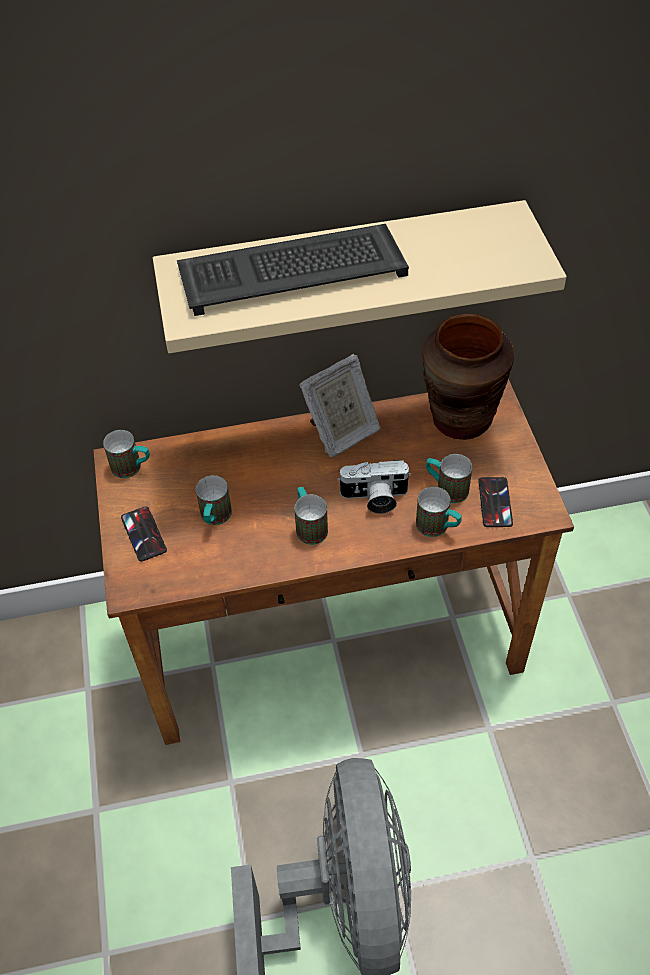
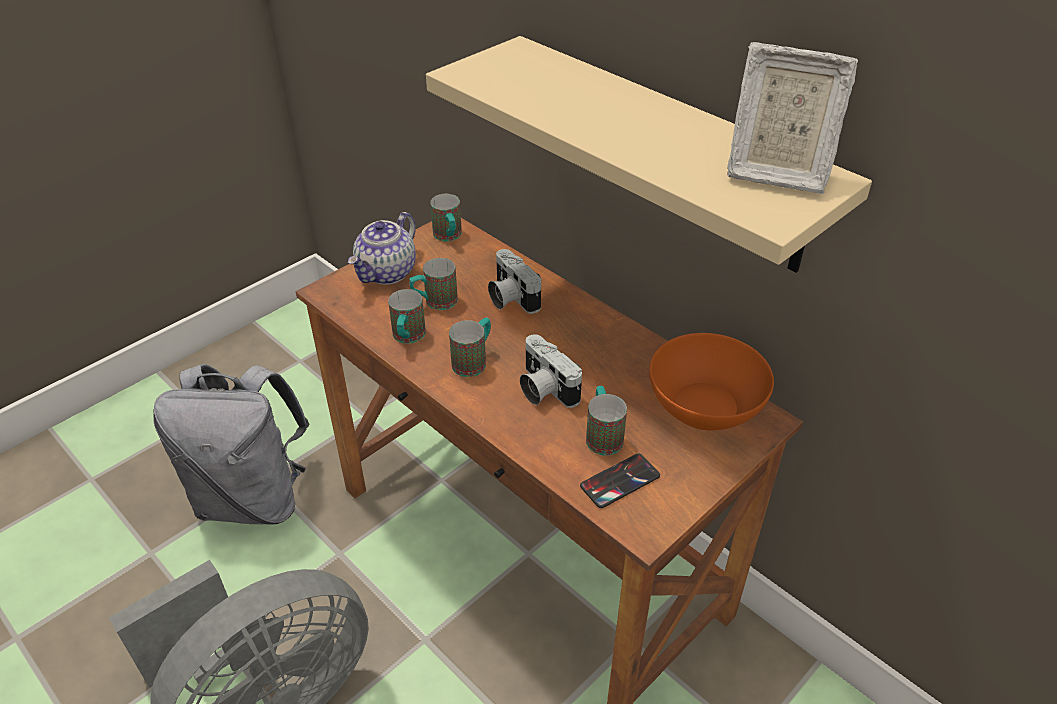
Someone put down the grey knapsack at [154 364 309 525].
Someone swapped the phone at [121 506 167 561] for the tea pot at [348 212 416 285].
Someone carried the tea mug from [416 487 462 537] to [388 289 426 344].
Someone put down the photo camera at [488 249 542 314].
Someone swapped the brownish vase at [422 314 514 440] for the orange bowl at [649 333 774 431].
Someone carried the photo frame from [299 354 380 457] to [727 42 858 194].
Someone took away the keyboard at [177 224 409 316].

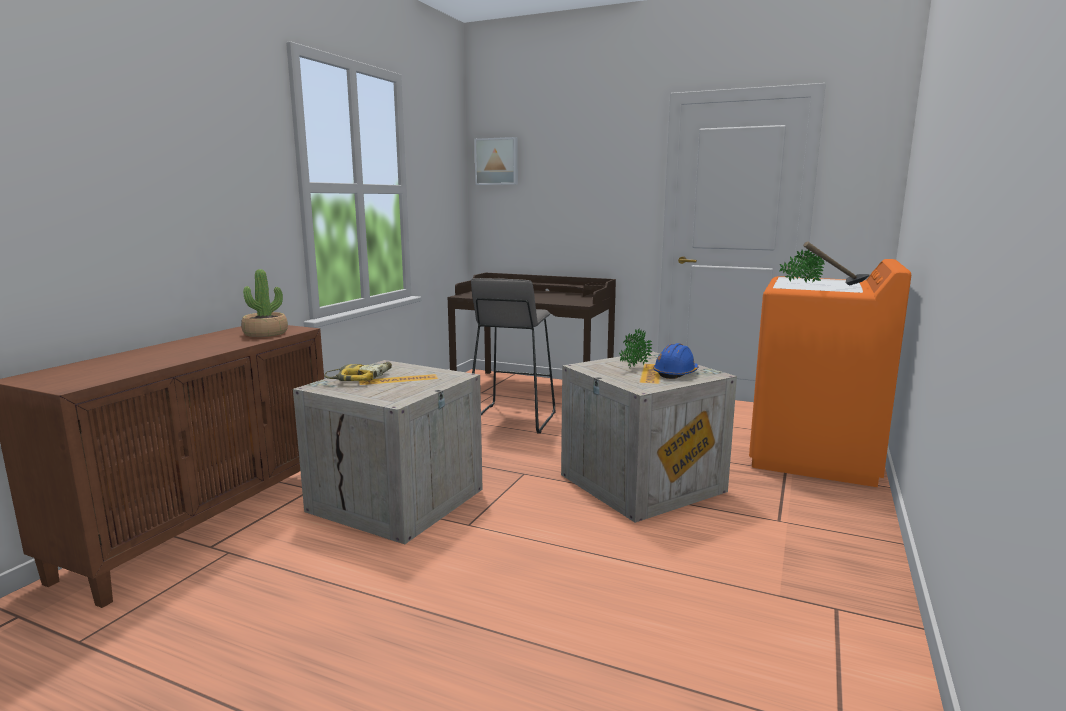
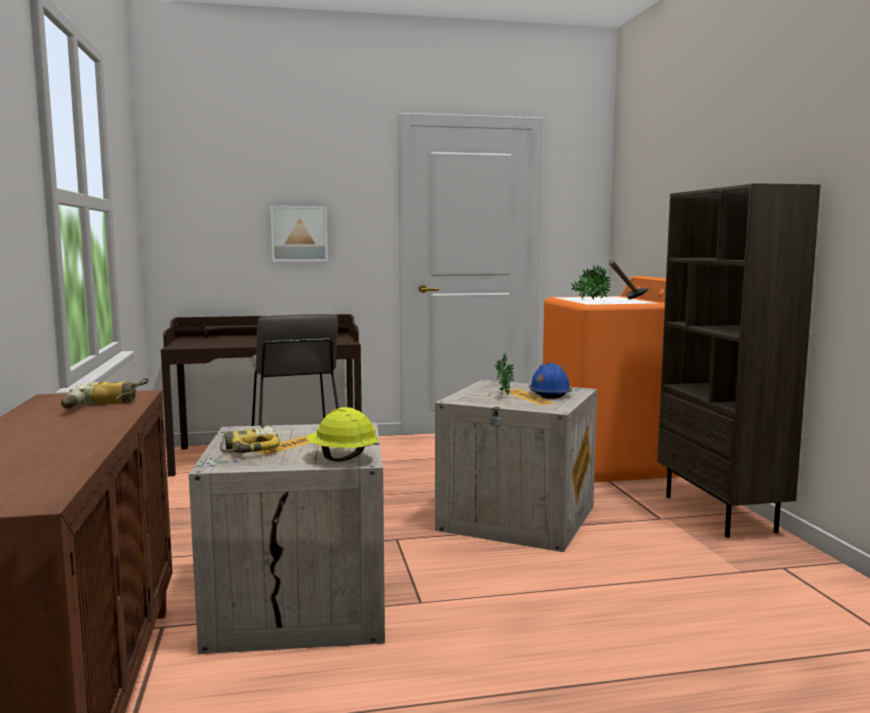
Someone swapped the potted plant at [241 269 288 337] for the drill at [61 378 148 409].
Someone carried the picture from [474 137 518 185] to [270 206 328 262].
Someone put down the yellow-coloured hard hat at [307 407 378 461].
Someone put down the brownish bookcase at [657 183 820 537].

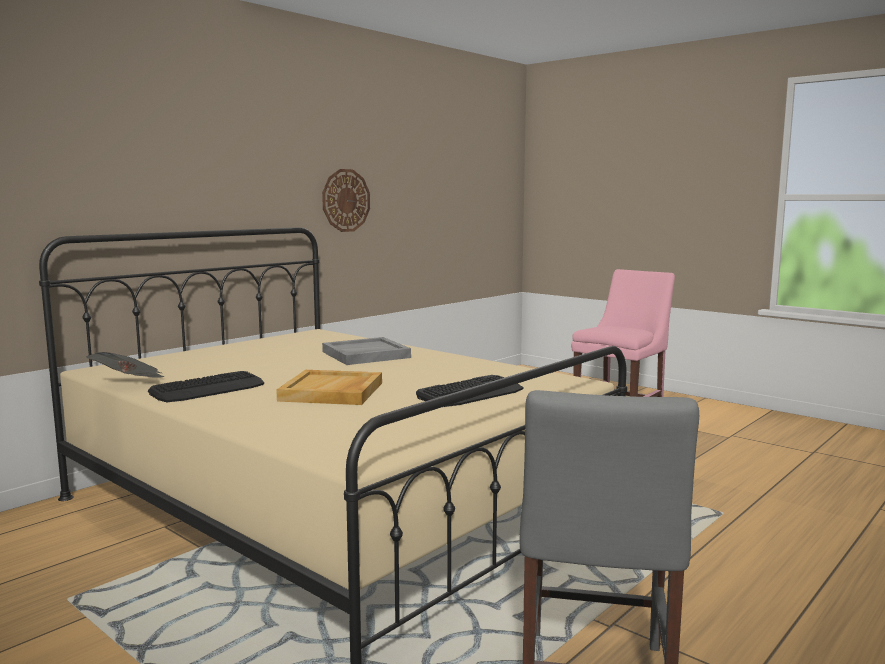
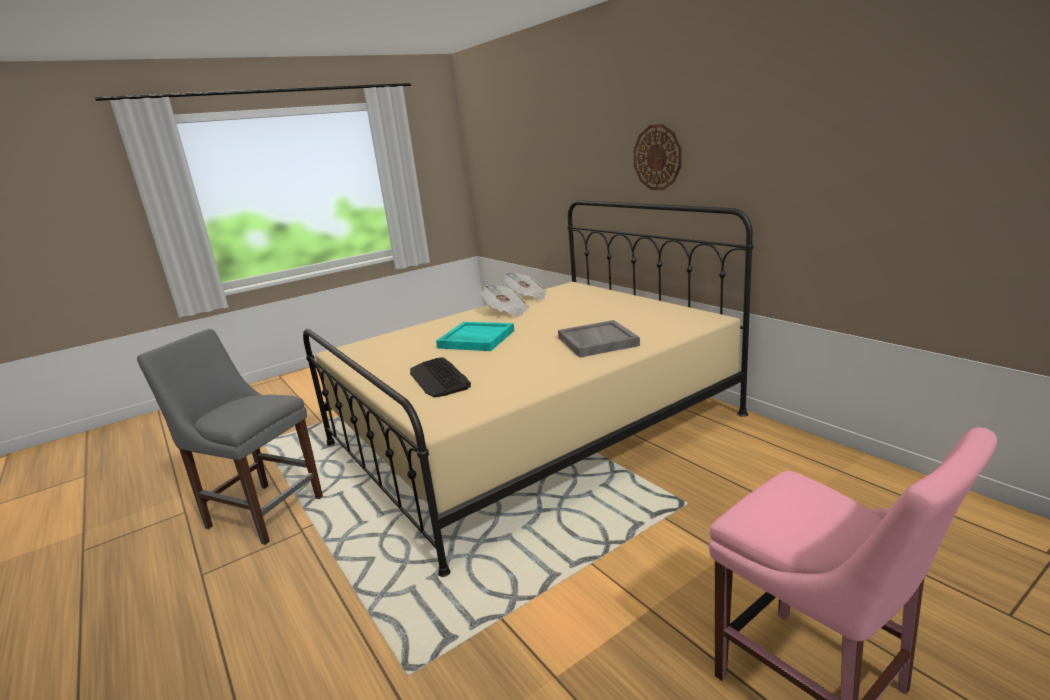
Someone repainted the beige serving tray at [276 370 382 405], which became the turquoise-coloured serving tray at [436 322 514 351].
Someone swapped the keyboard at [148 371 264 402] for the printed paper at [481 284 529 317].
Someone carried the clock on the wall from [322 169 370 232] to [634 124 681 190].

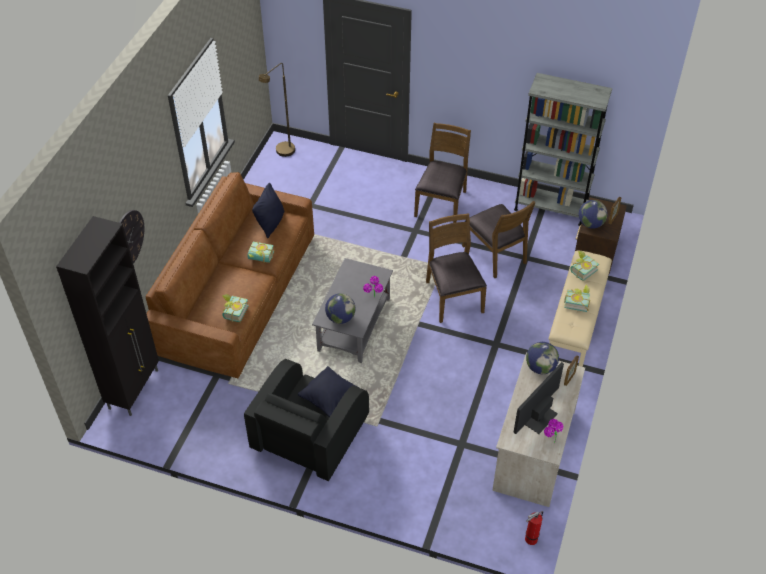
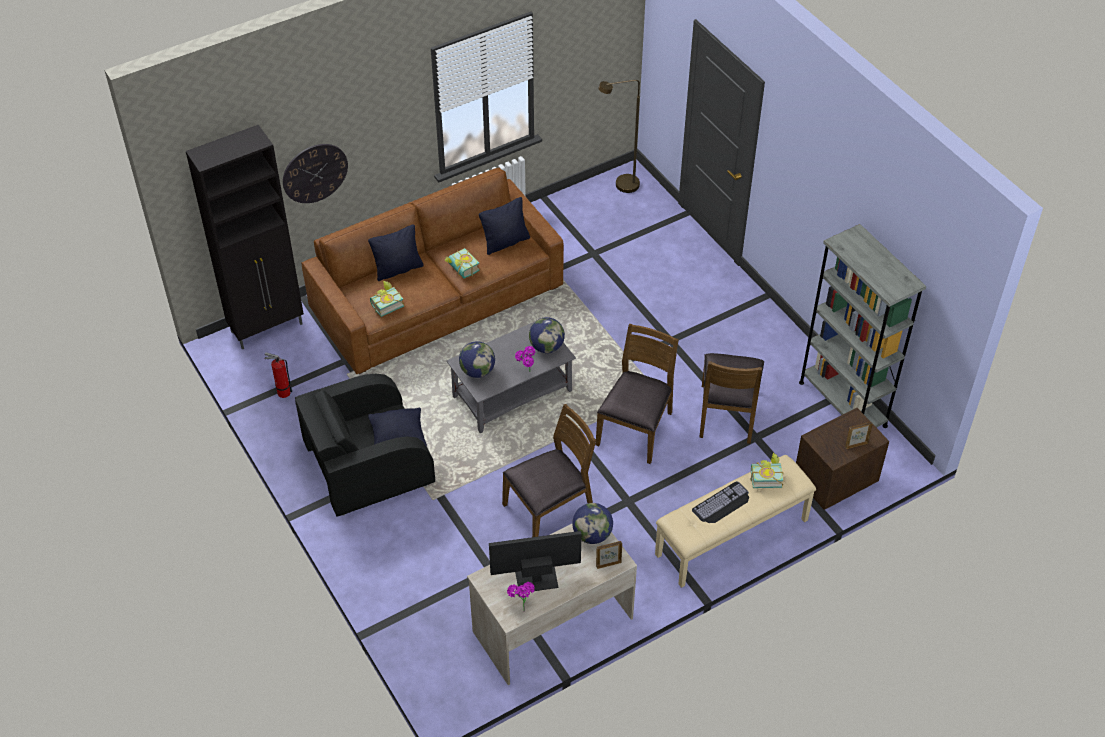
Someone carried the extinguisher from [525 511 543 545] to [264 352 293 398].
Someone put down the black throw pillow at [368 225 424 281].
Someone carried the brownish plain chair from [414 123 471 223] to [502 404 596 537].
Someone carried the world globe from [579 200 608 229] to [529 317 565 353].
Someone swapped the bound book at [564 285 590 312] for the keyboard at [692 481 749 523].

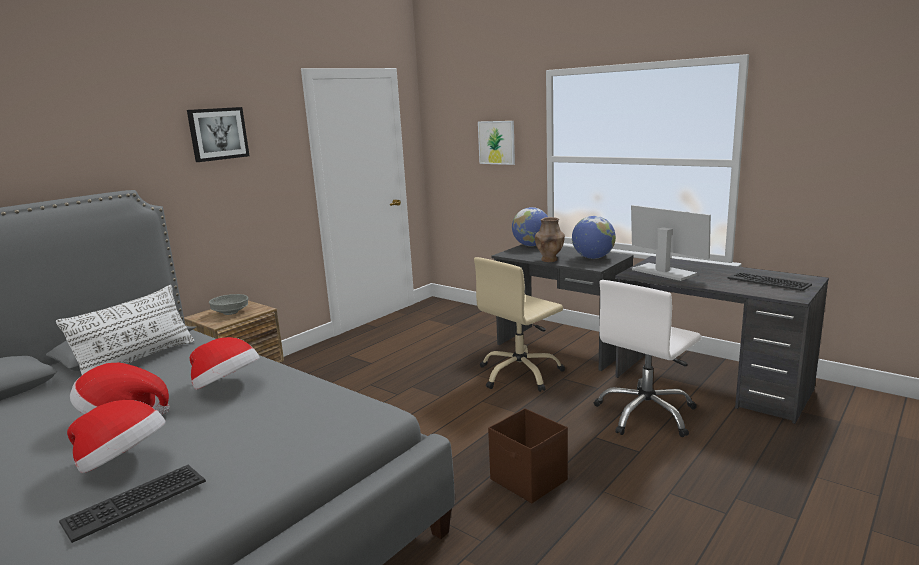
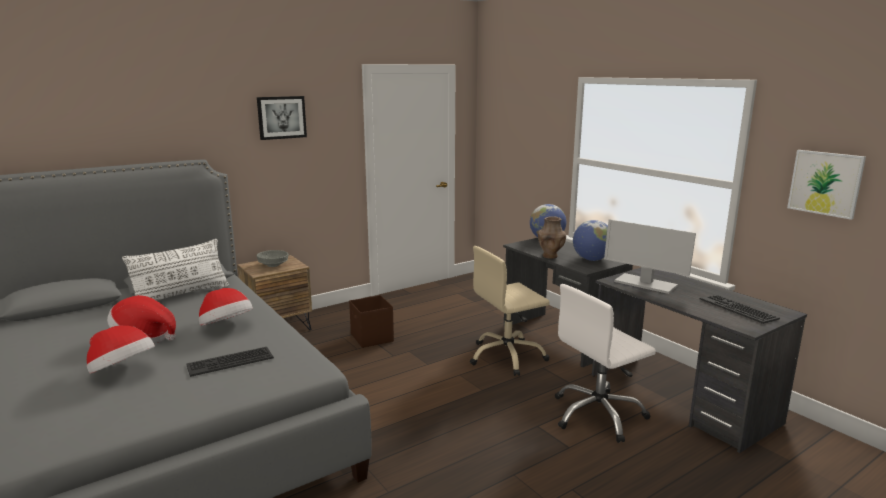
Someone carried the keyboard from [59 465 206 543] to [186 347 274 377].
Someone carried the brownish storage container from [488 408 568 503] to [349 295 394 348].
Someone rotated the computer screen at [631 205 711 281] by 150 degrees clockwise.
Someone carried the picture from [478 121 515 165] to [787 150 866 220].

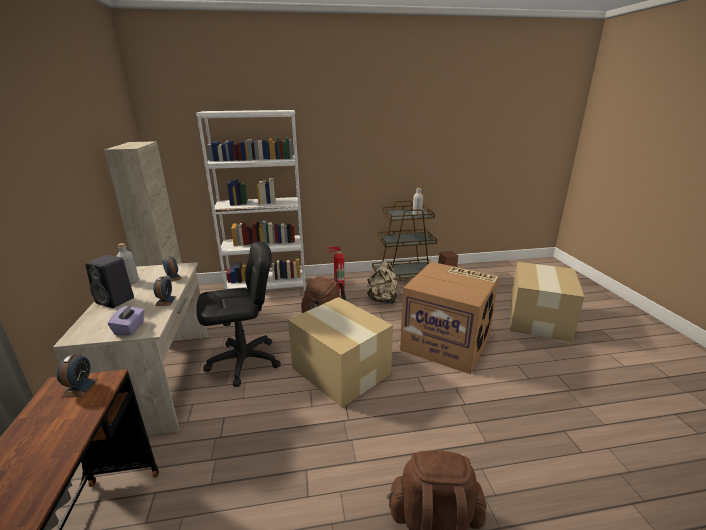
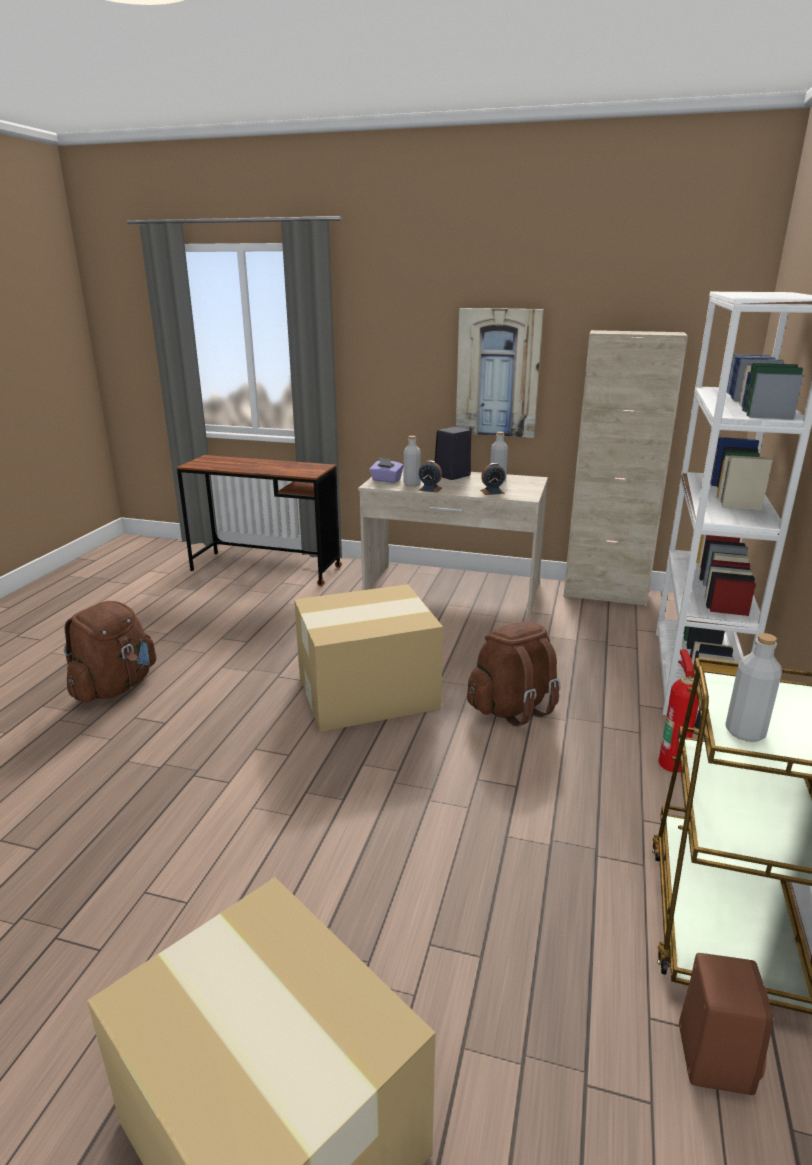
Someone put down the grey beverage bottle at [403 436 421 486].
Someone put up the picture at [456 308 544 438].
Someone took away the bedside clock at [57 354 99 397].
Someone took away the black office chair at [196 241 281 387].
Someone took away the beige knapsack at [366 262 398 304].
Someone took away the cardboard box at [400 262 499 374].

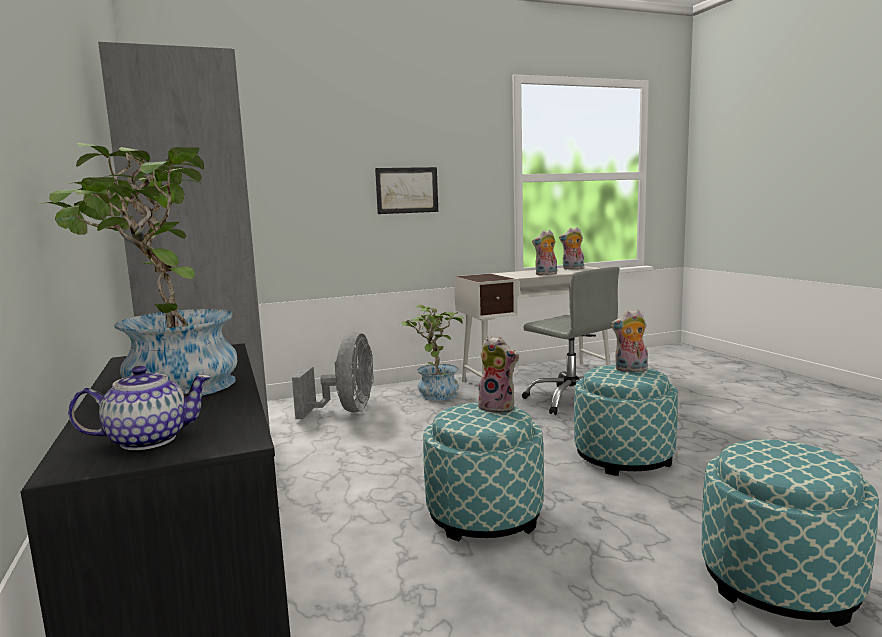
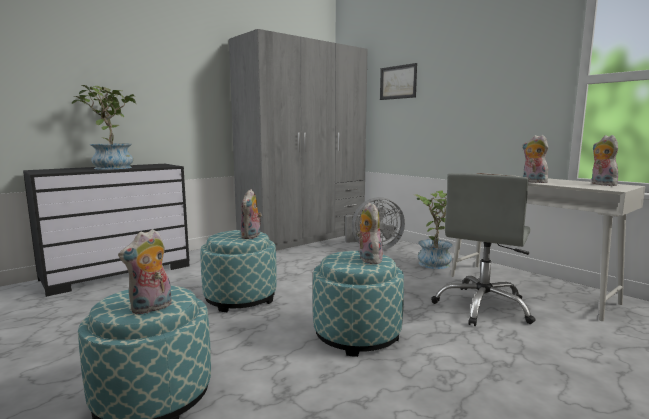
Someone put down the cuddly toy at [118 229 172 314].
Someone carried the picture from [375 167 438 214] to [380 63 417 100].
Someone took away the tea pot at [68 366 212 450].

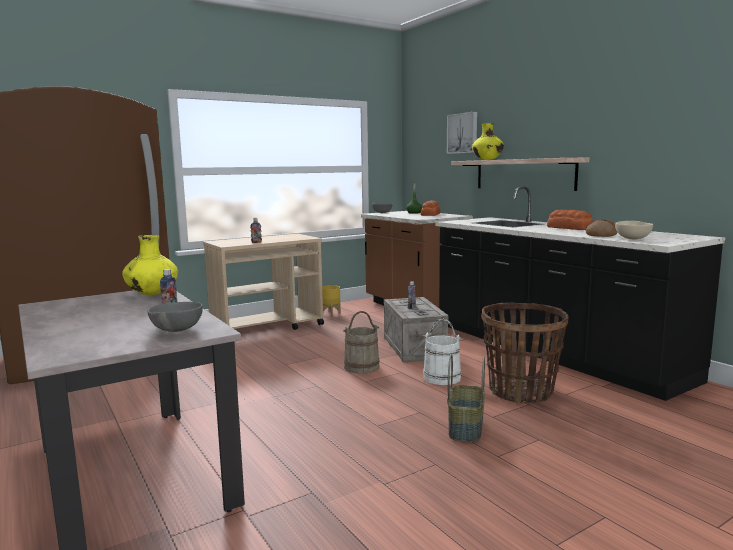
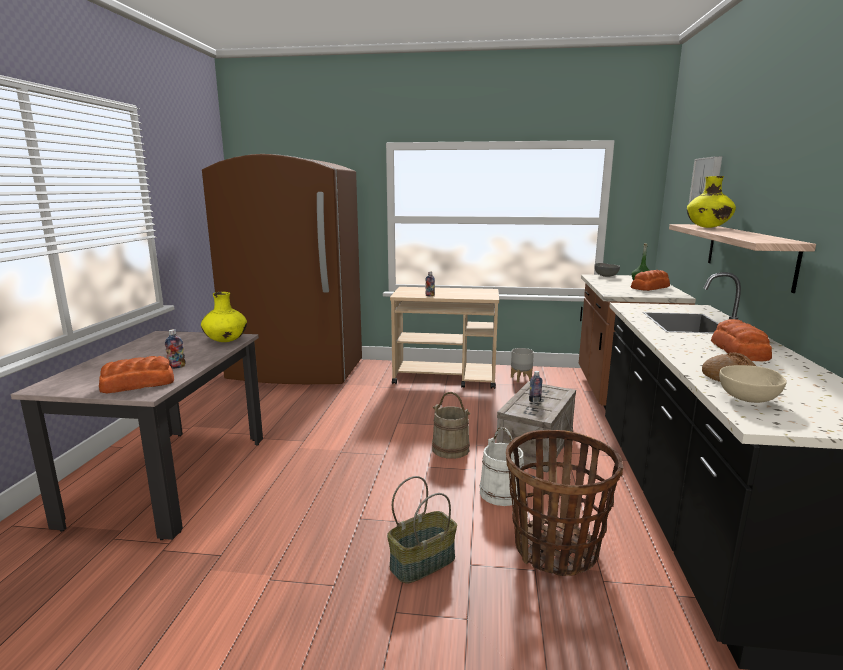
Someone swapped the grey bowl at [147 302 203 332] for the bakery bread at [99 356 174 393].
Someone repainted the yellow-coloured planter at [322 285 341 317], which became the grey planter at [511 348 534 383].

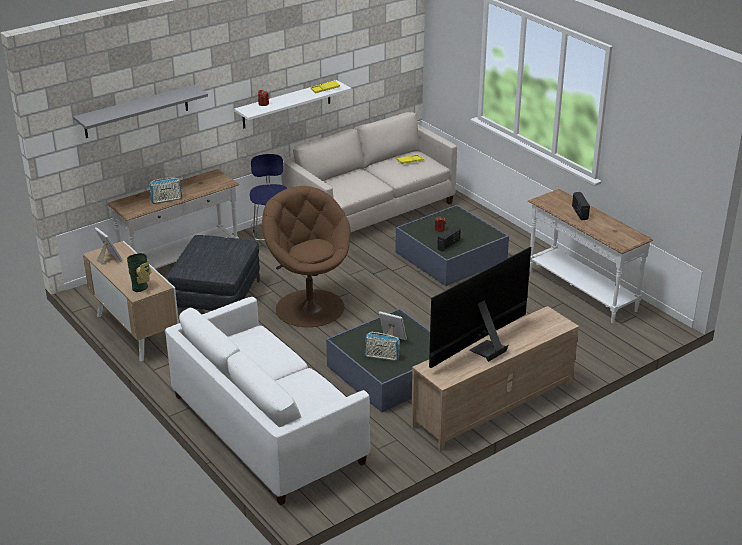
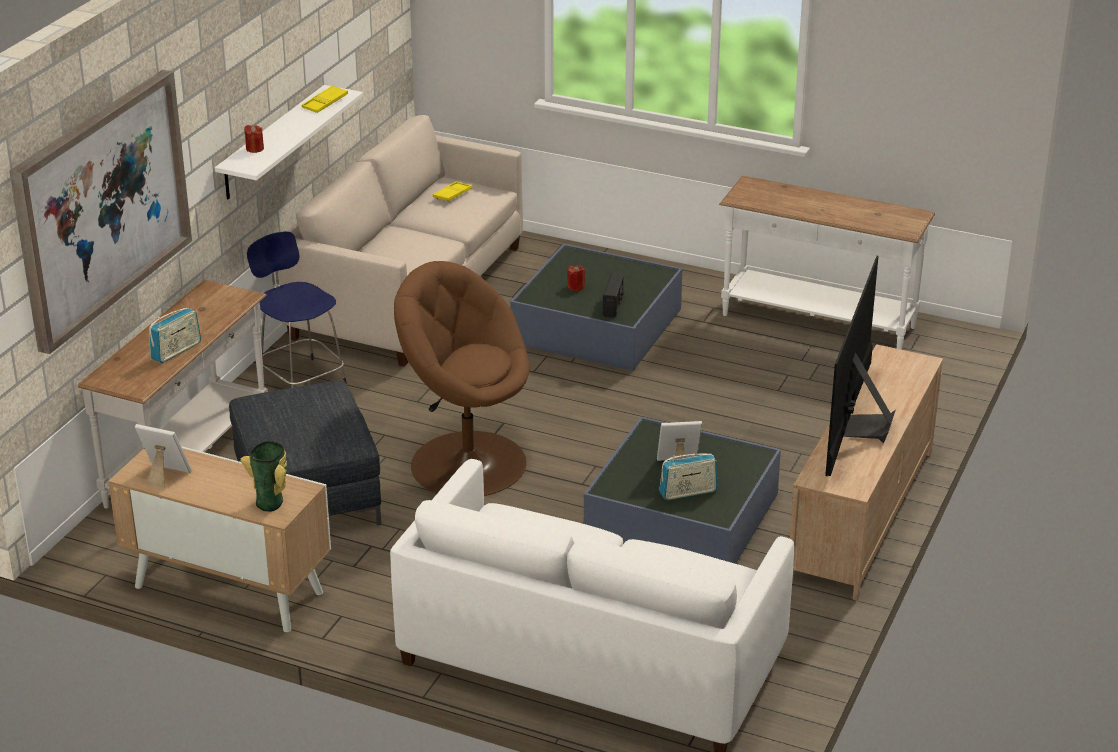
Someone swapped the grey wall shelf at [73 85 208 138] for the picture at [9 70 192 354].
Someone took away the radio receiver at [572 192 590 220].

